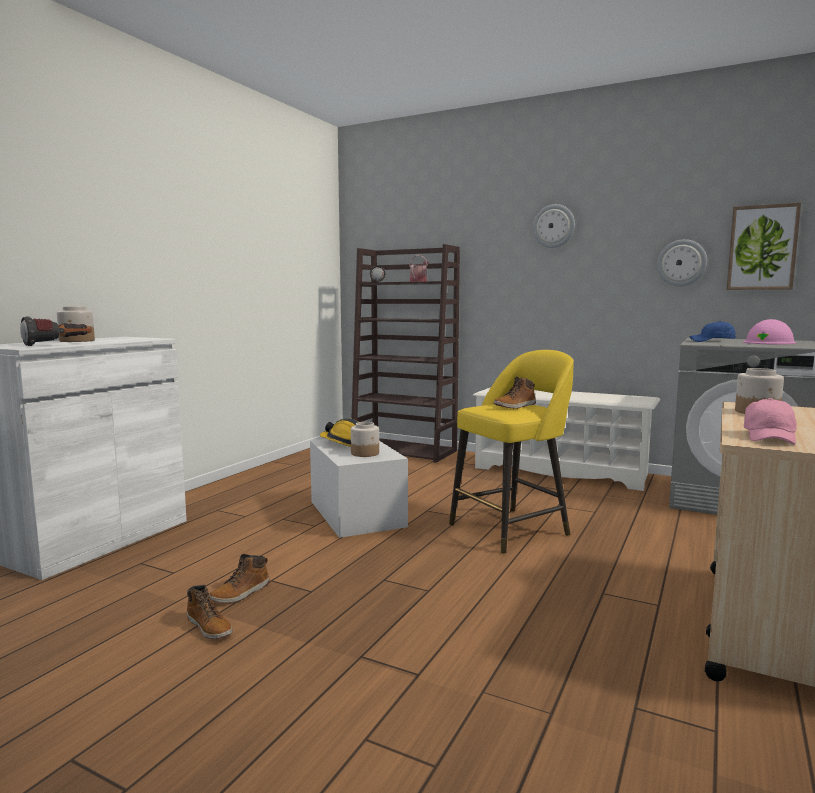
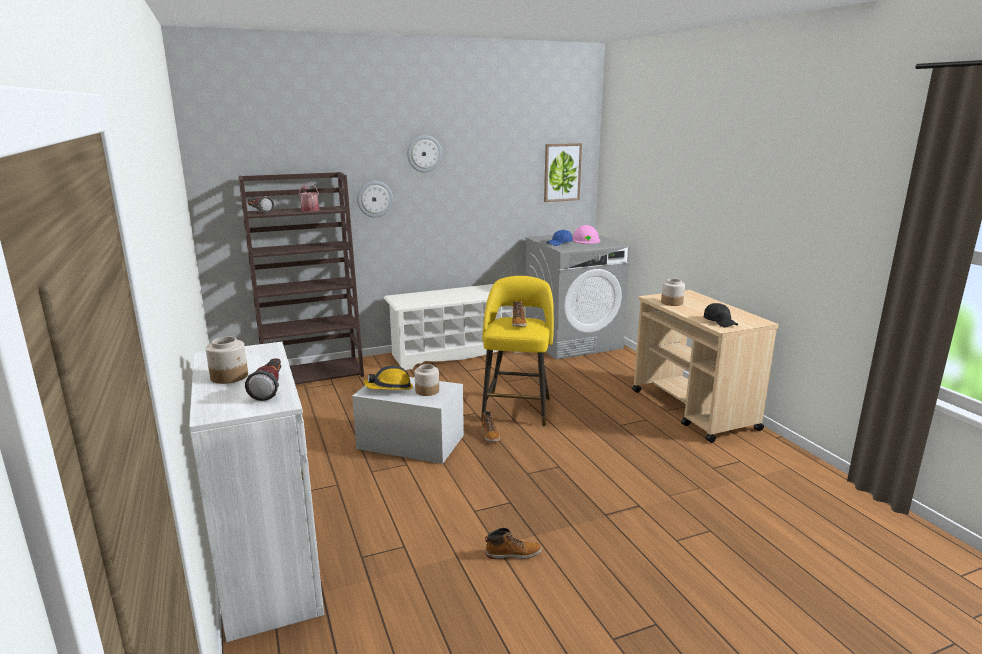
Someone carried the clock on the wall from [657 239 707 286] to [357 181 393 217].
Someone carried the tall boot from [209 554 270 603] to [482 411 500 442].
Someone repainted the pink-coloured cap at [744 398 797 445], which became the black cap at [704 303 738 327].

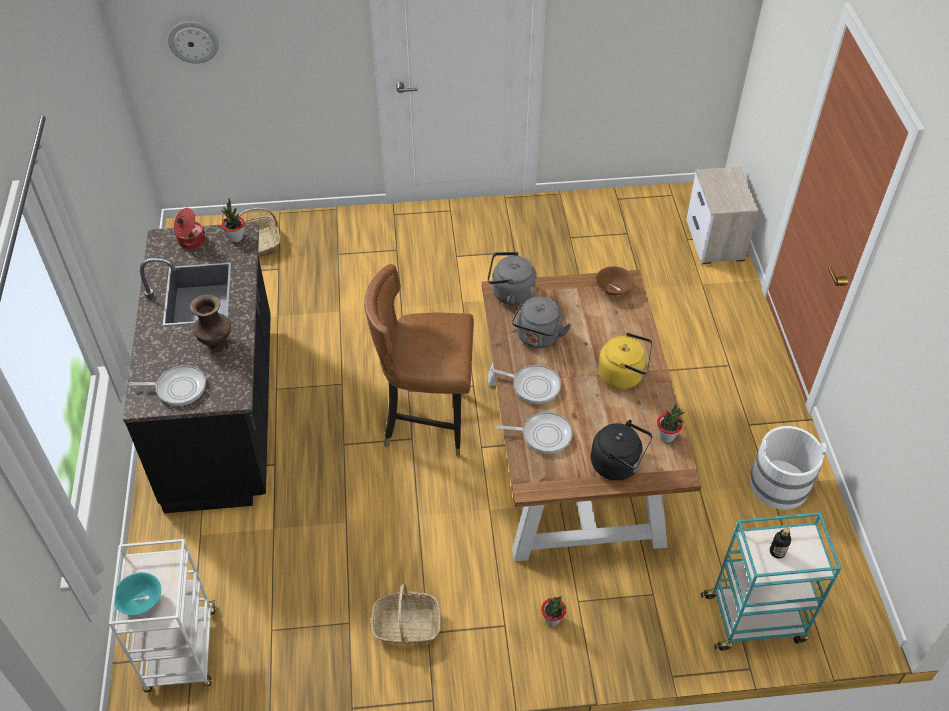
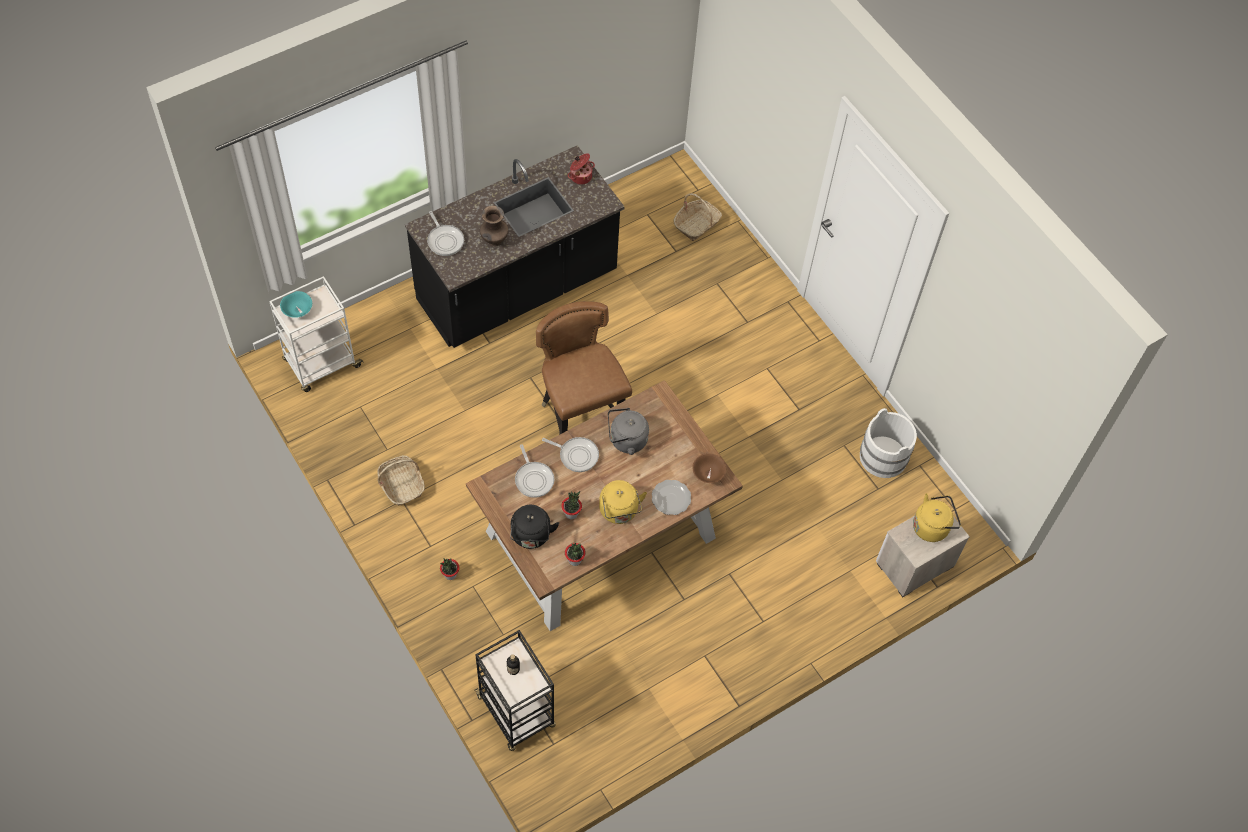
Someone repainted the turquoise-coloured wheeled cart at [701 512 841 651], which became the black wheeled cart at [475 630 556 751].
Someone rotated the pan at [490 365 561 404] by 60 degrees counterclockwise.
Someone carried the potted plant from [221 198 244 242] to [561 491 582 519].
Someone put down the plate at [652 480 691 515].
Someone carried the whitish pail from [750 426 827 510] to [860 408 917 478].
Someone put down the yellow-coloured kettle at [913 493 961 542].
Someone took away the clock on the wall at [168 21 219 64].
Someone took away the grey kettle at [488 252 536 306].

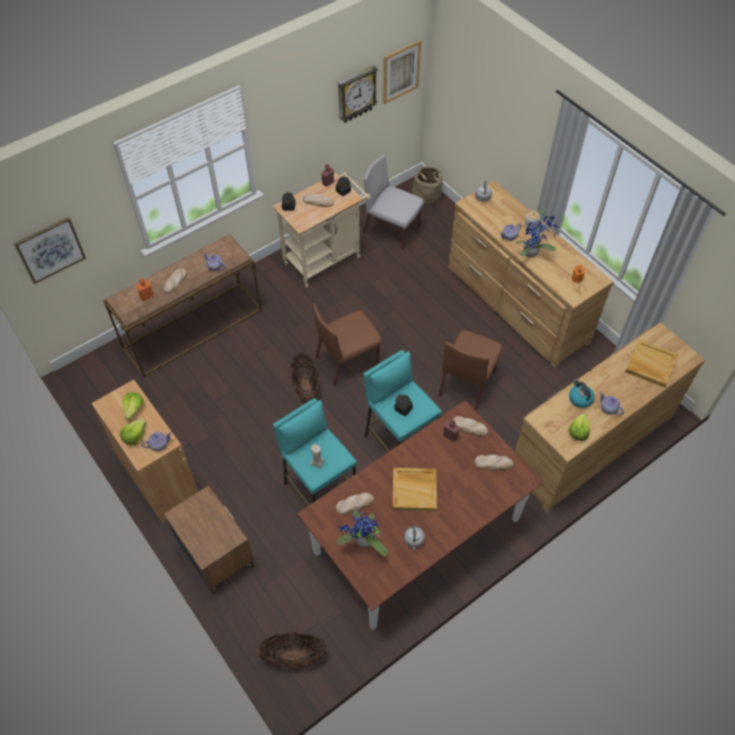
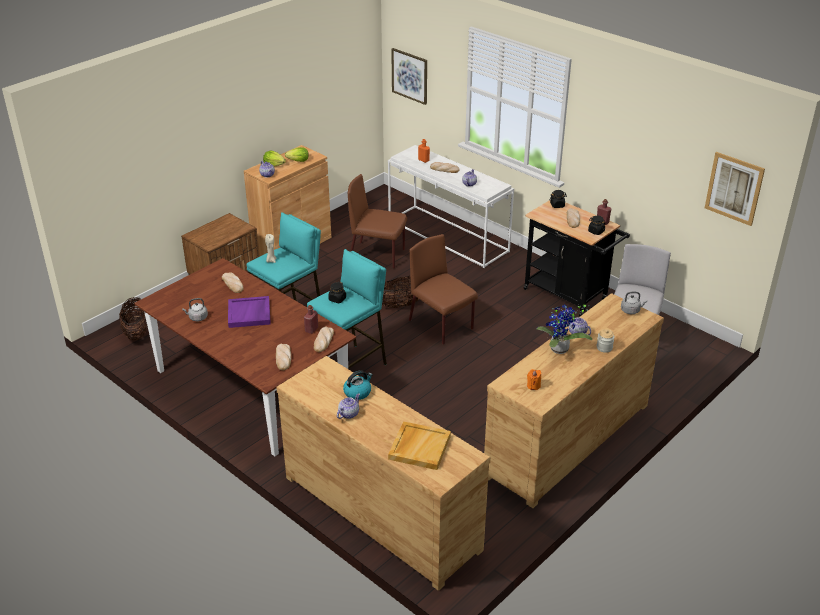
Someone repainted the beige serving tray at [392 468 437 511], which became the purple serving tray at [228 296 271 328].
Someone carried the brownish plain chair from [439 330 503 411] to [348 174 407 269].
Someone repainted the brownish hall table at [103 234 262 378], which became the whitish hall table at [388 145 514 268].
Someone repainted the beige wheeled cart at [273 172 371 287], which became the black wheeled cart at [524 200 630 316].
Someone took away the potted plant at [337 511 388 557].
Someone took away the clock on the wall at [338 65 378 123].
Someone took away the basket at [409 166 443 205].
Someone took away the lettuce at [569 413 590 441].

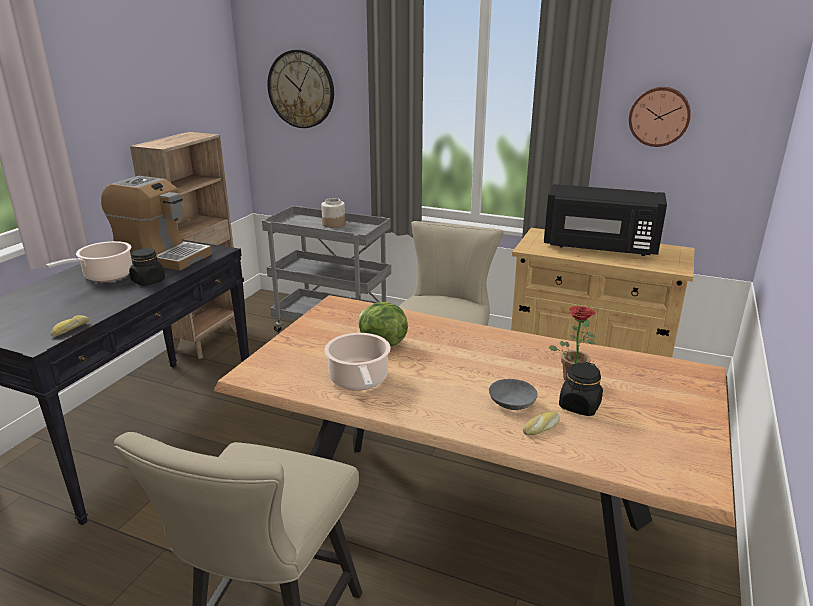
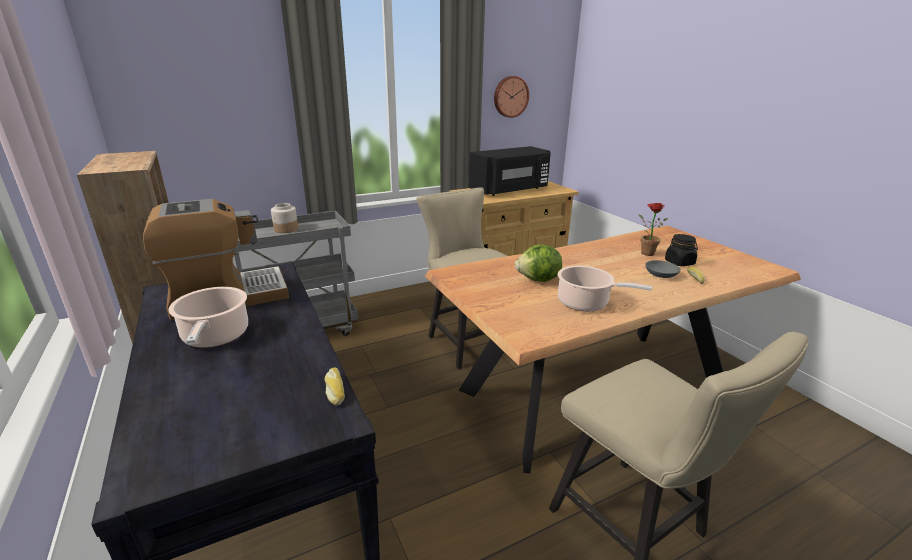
Someone took away the black jar at [129 248 165 286].
Someone took away the clock on the wall at [267 50 334 128].

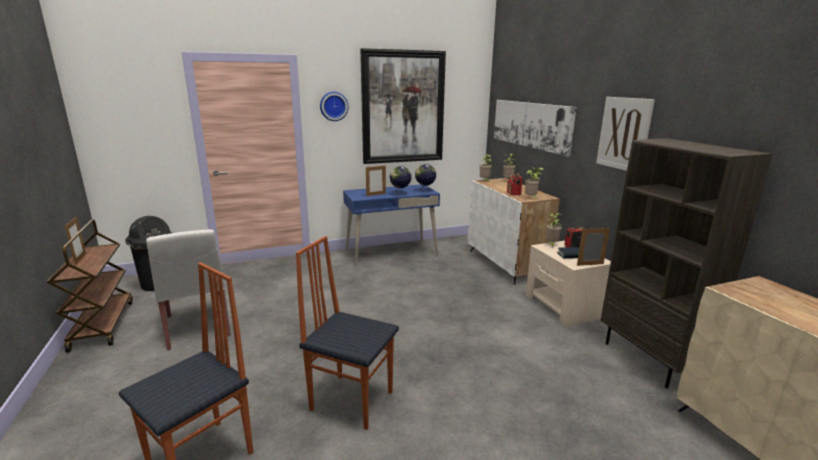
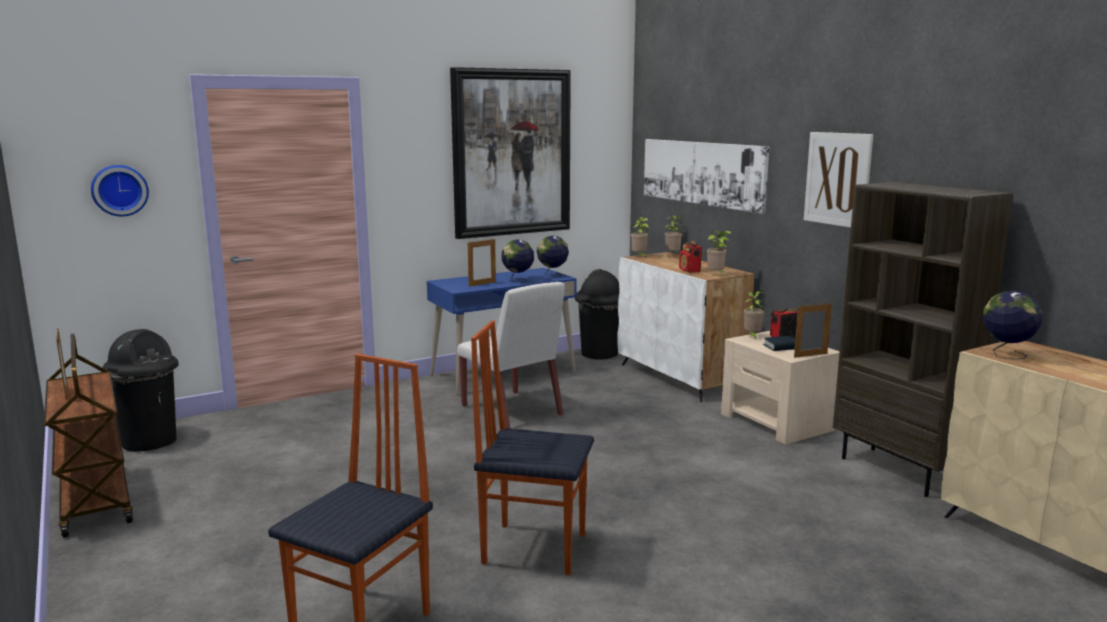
Someone carried the clock on the wall from [320 92 348 121] to [91 165 149 216].
Someone carried the whitish plain chair from [146 229 231 350] to [457 282 565 429].
Someone put down the black trash can at [575 269 620 360].
Someone put down the world globe at [983 291 1042 360].

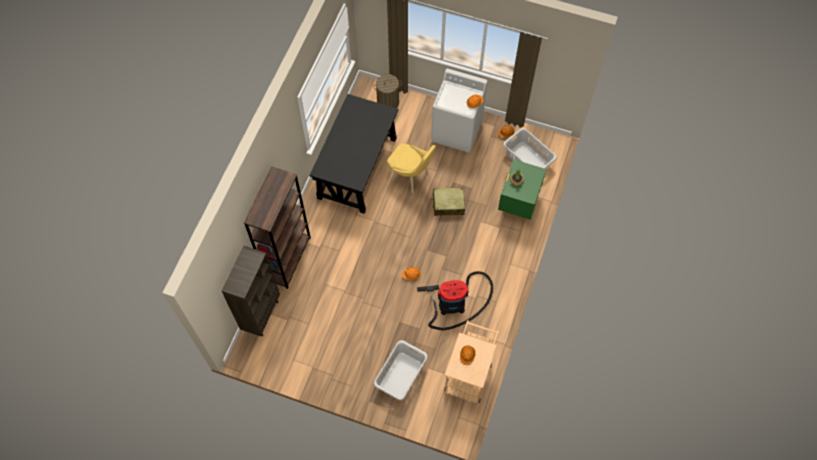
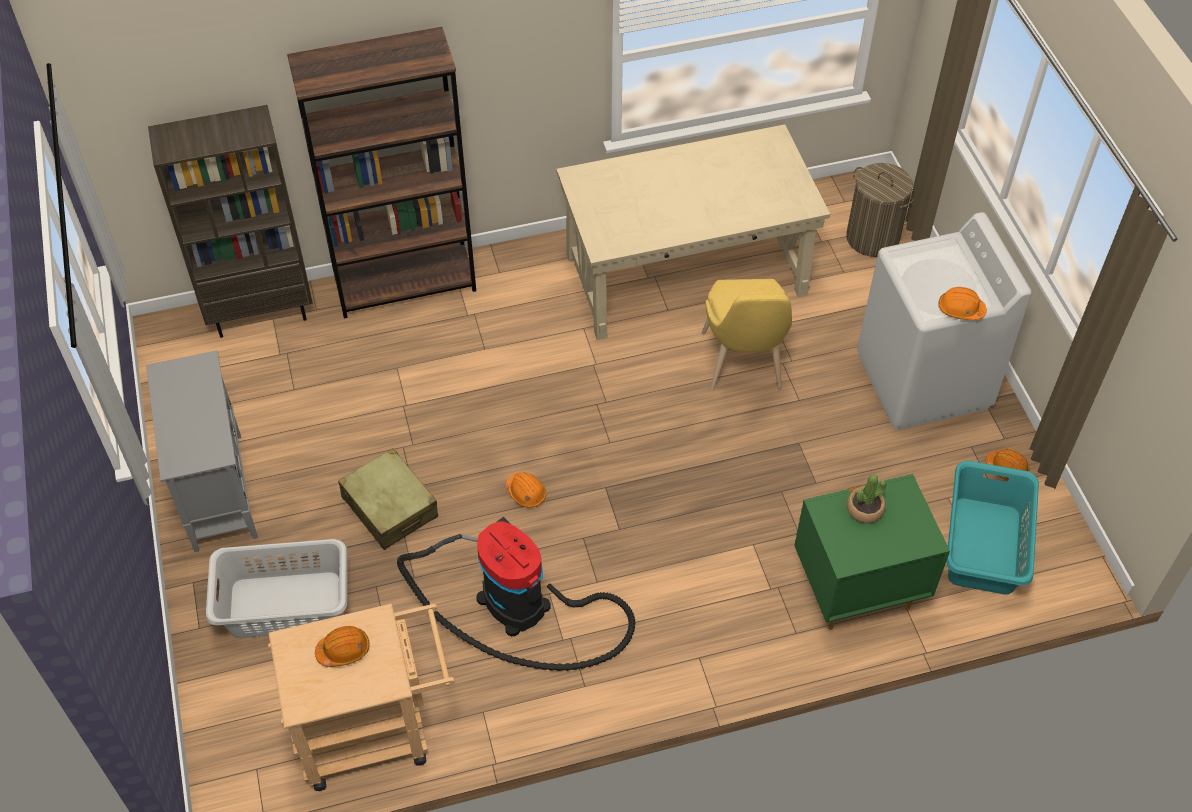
Someone put down the grey cupboard at [146 350 258 552].
Someone carried the beige suitcase from [431 187 465 216] to [338 448 438 550].
Someone repainted the black desk at [310 94 398 213], which became the beige desk at [556 124 830 340].
Someone repainted the grey laundry basket at [503 128 557 169], which became the turquoise-coloured laundry basket at [946 461 1039 594].

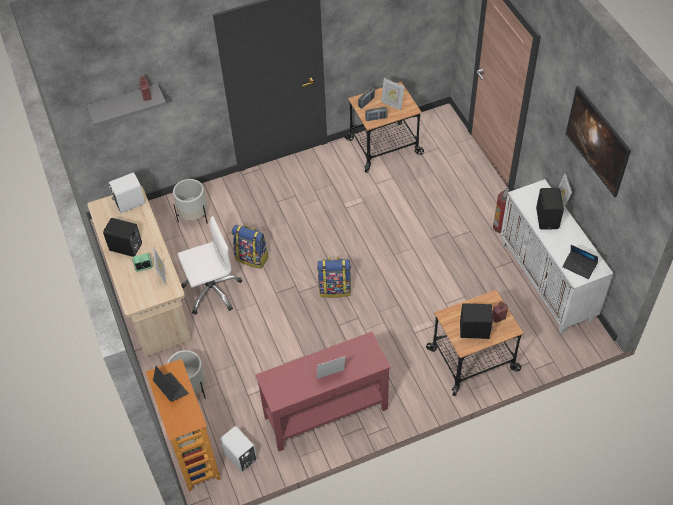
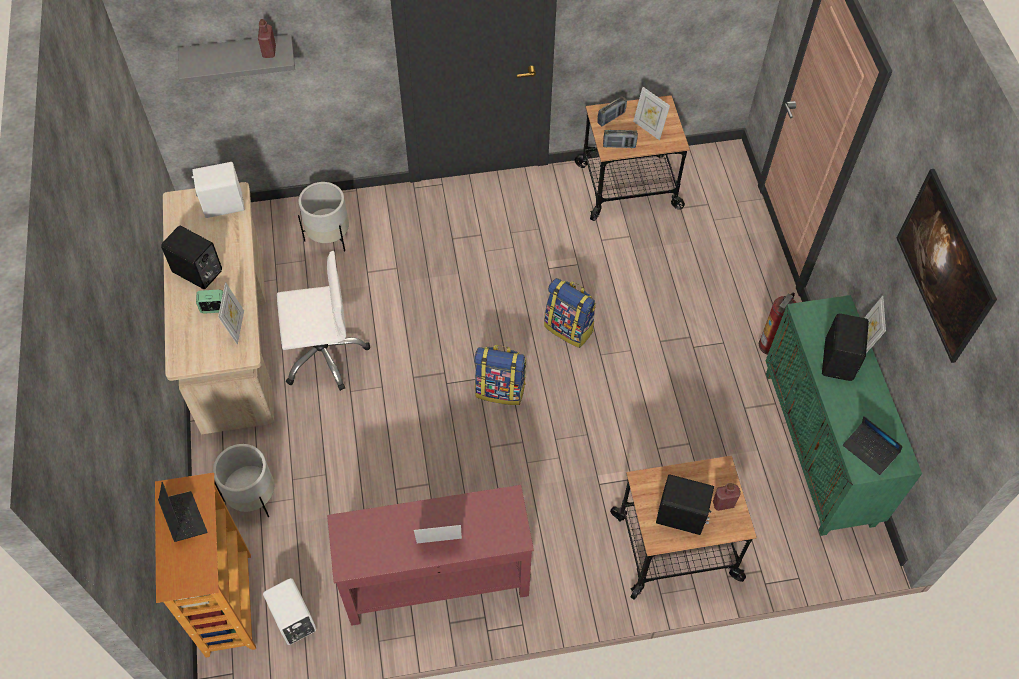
Someone carried the knapsack from [232 225 269 269] to [544 278 596 348].
Someone repainted the whitish cupboard at [501 179 613 334], which became the greenish cupboard at [765 295 922 536].

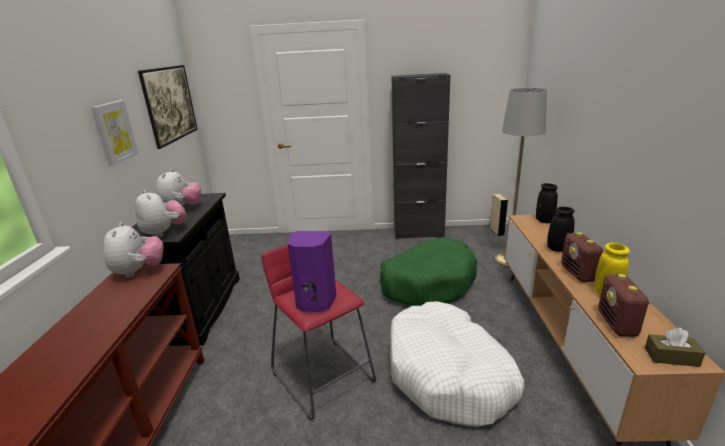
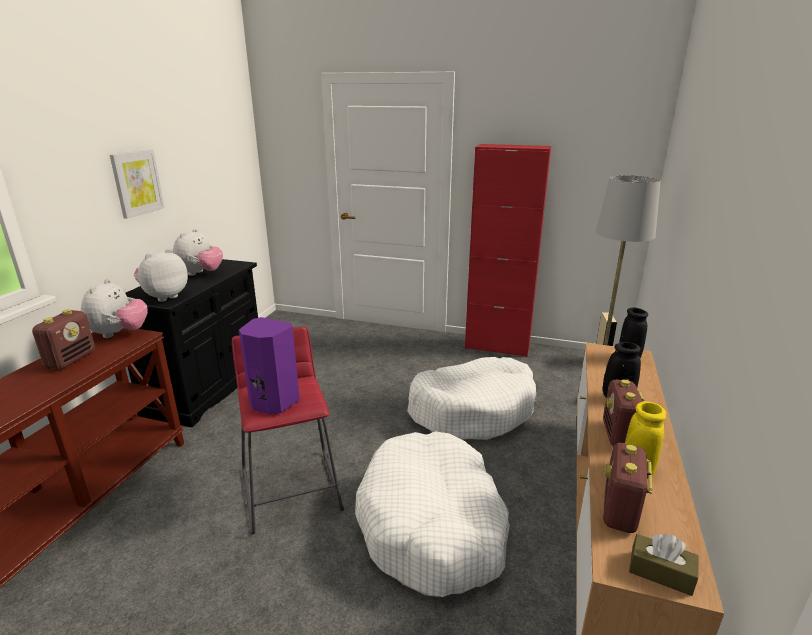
Someone put down the radio receiver at [32 309 95 370].
Someone rotated the cuddly toy at [135 189 186 238] by 120 degrees counterclockwise.
Someone repainted the greenish dog bed at [380 238 477 306], which became the whitish dog bed at [407 357 536 440].
Someone repainted the black cupboard at [392 73 450 239], which became the red cupboard at [465 144 551 357].
Someone took away the picture at [138 65 198 149].

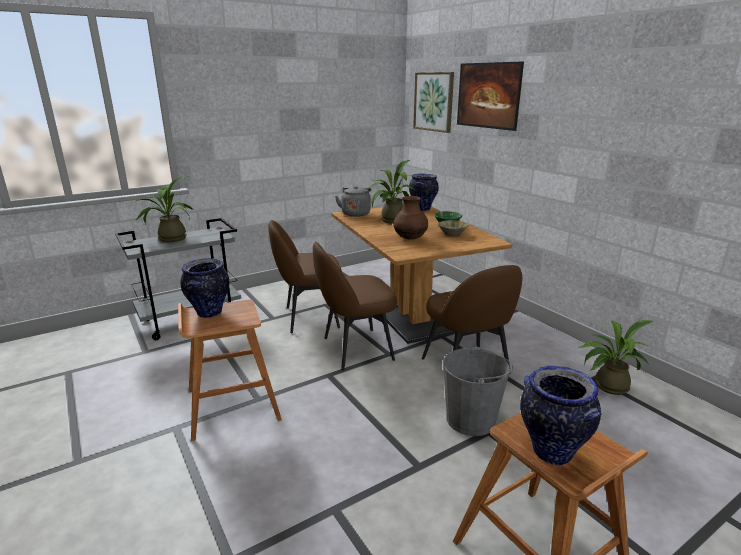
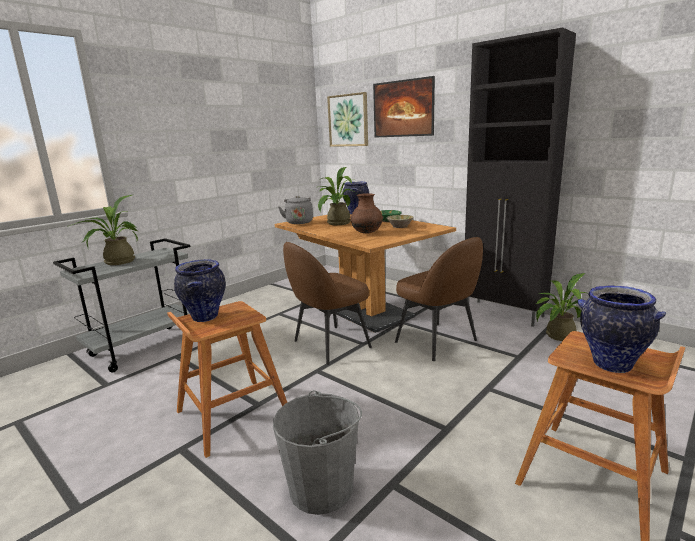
Someone carried the grey pail from [443 345 513 436] to [273 390 362 515].
Someone put down the black cupboard at [465 27 576 327].
Someone took away the brownish plain chair at [268 220 342 333].

